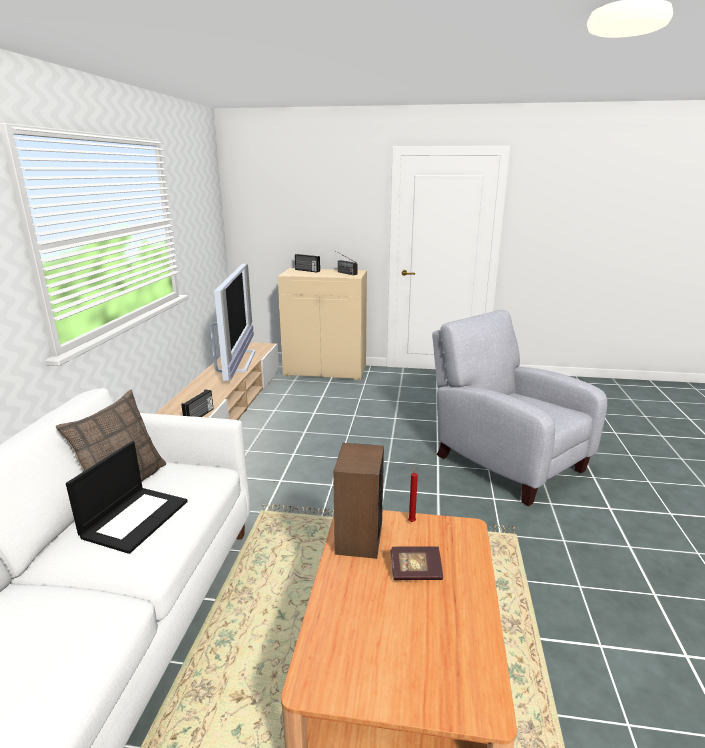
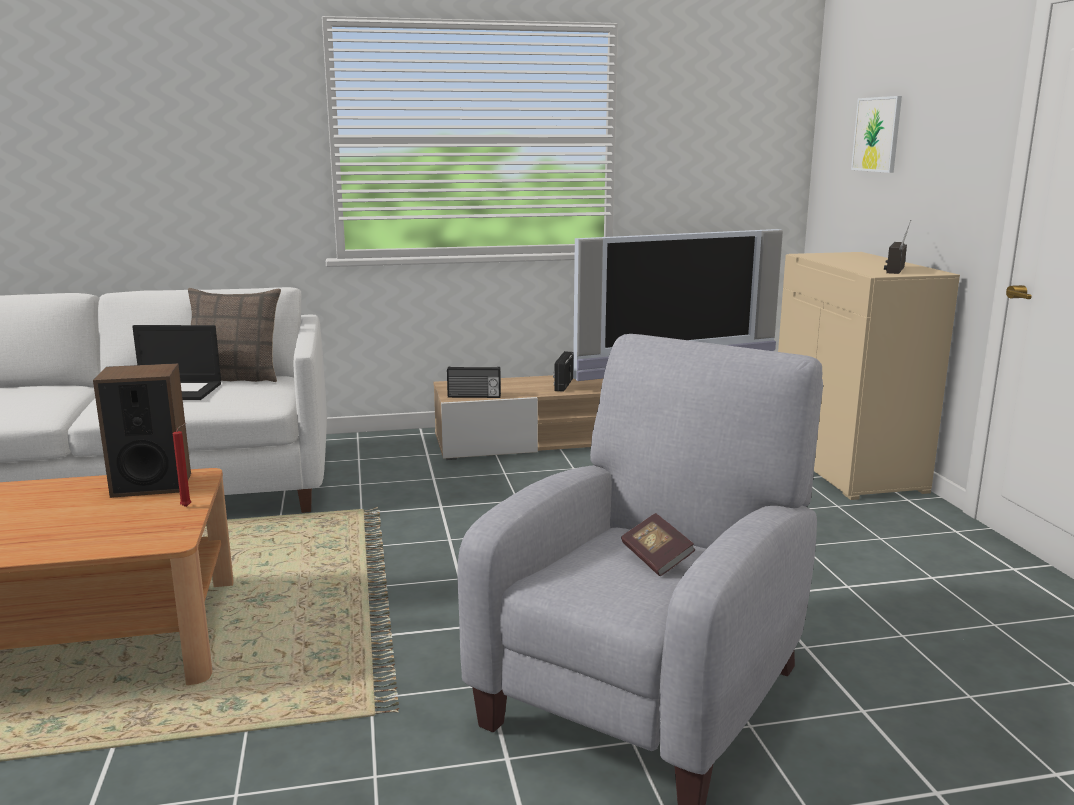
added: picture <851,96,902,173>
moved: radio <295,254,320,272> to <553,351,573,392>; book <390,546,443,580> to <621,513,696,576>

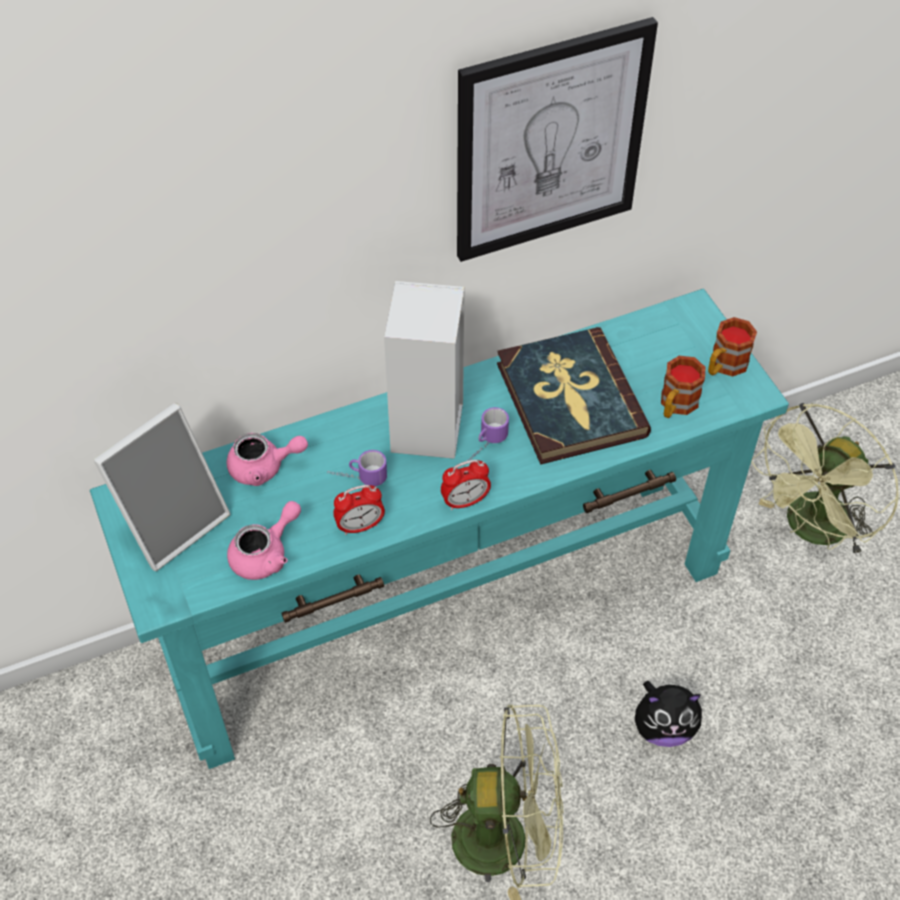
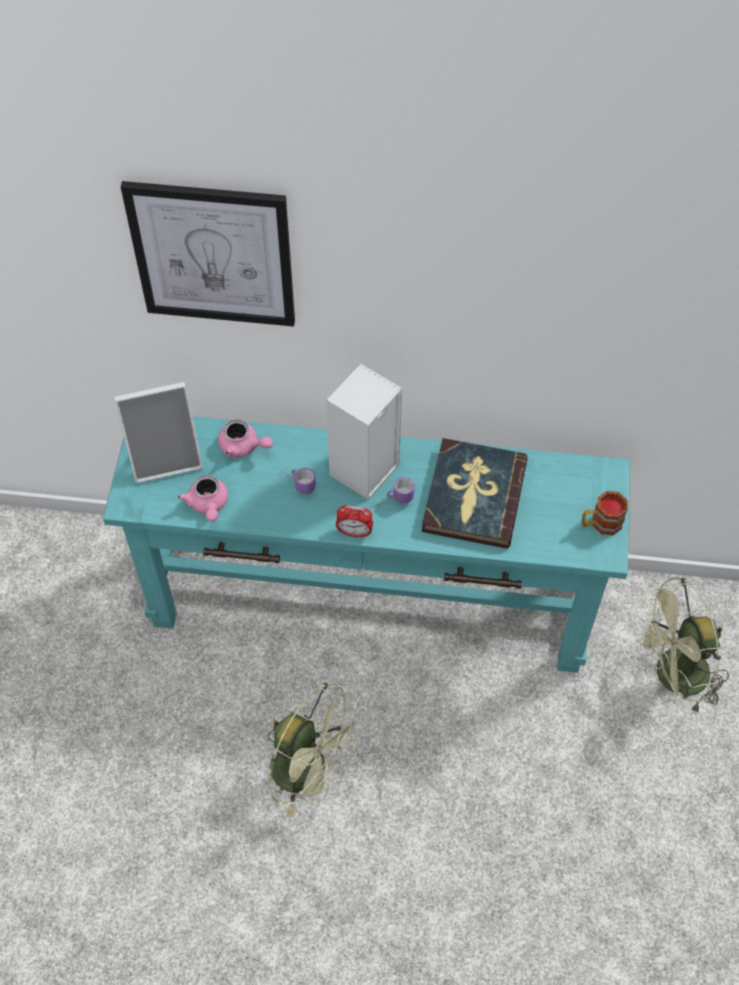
removed: alarm clock <333,485,385,535>; plush toy <635,681,702,747>; mug <661,356,706,418>
moved: picture <457,17,658,262> to <121,181,295,327>
turned: pink teapot <227,501,301,580> = <178,475,228,522> 90 degrees clockwise

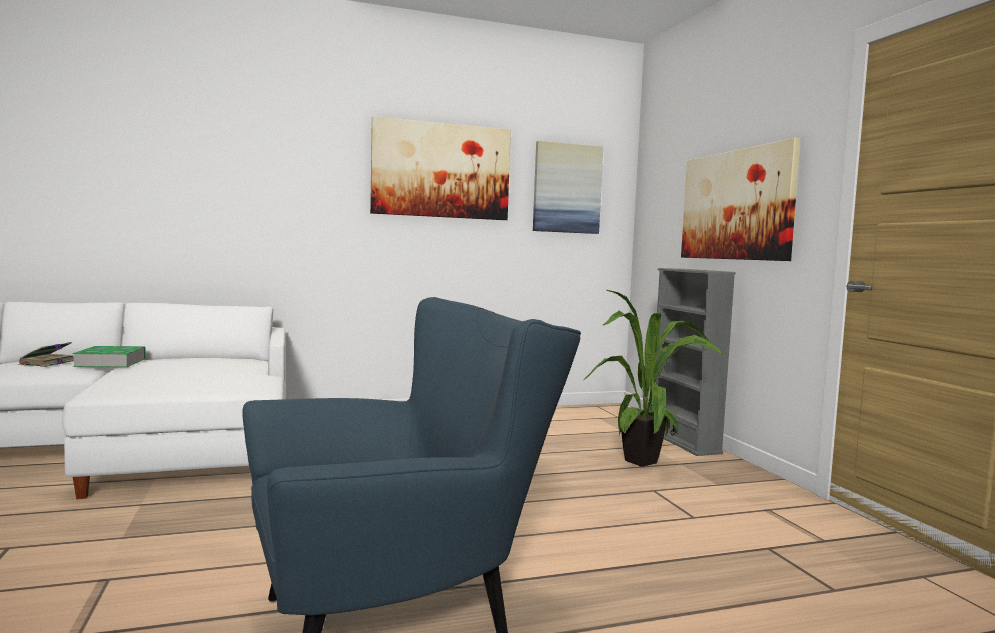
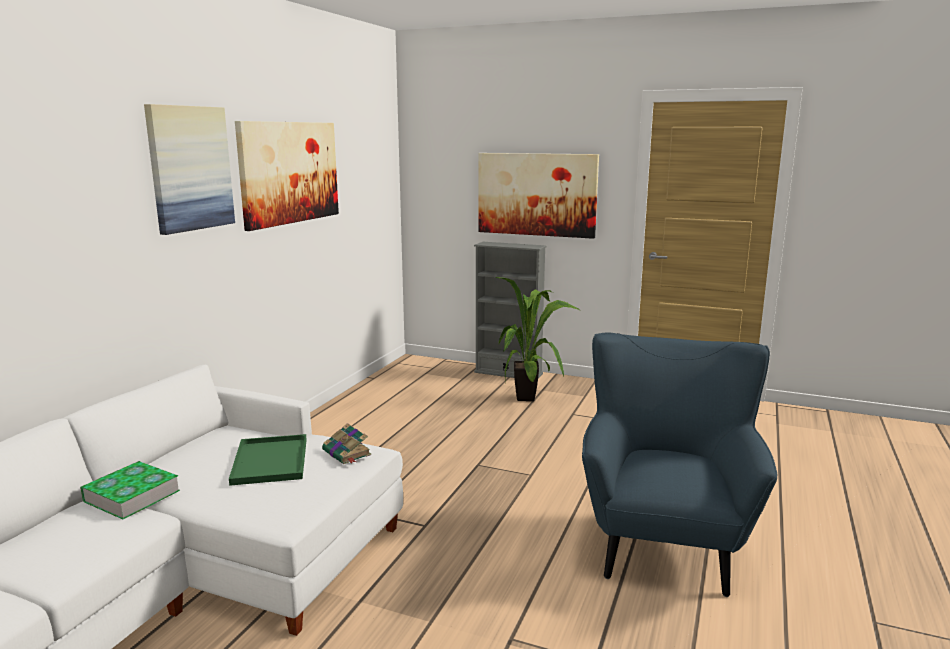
added: green tray <229,434,307,486>
moved: book <18,342,74,367> to <322,423,371,464>; picture <533,141,603,234> to <144,104,235,235>

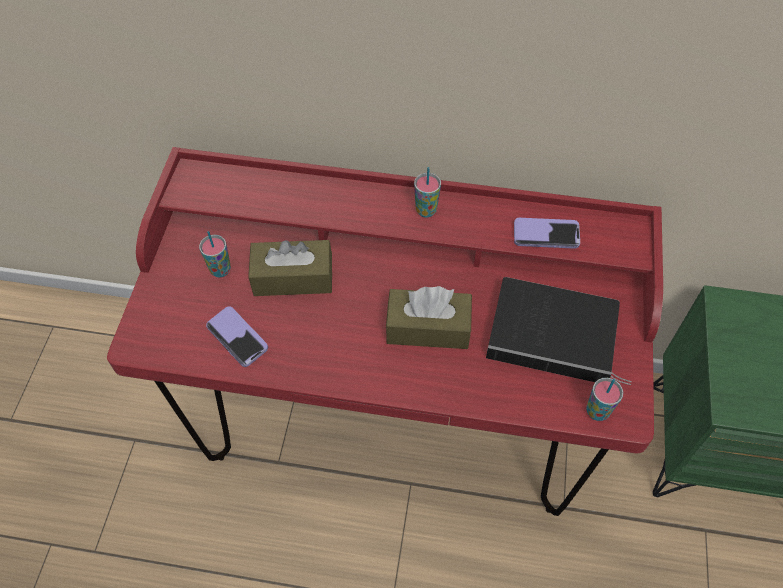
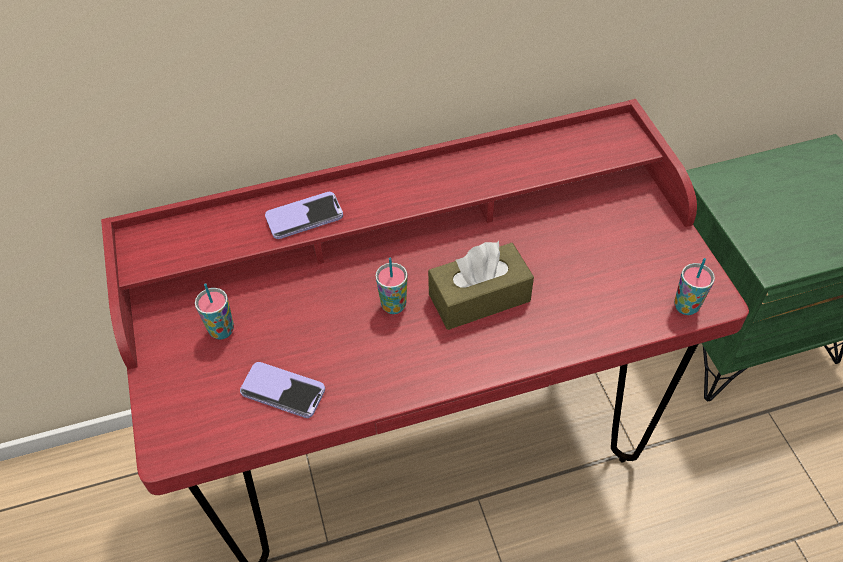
removed: brown tissue box <248,240,332,296>; book <486,277,632,385>
moved: cup <414,167,441,217> to <375,258,408,314>; phone <514,218,580,249> to <265,192,343,239>

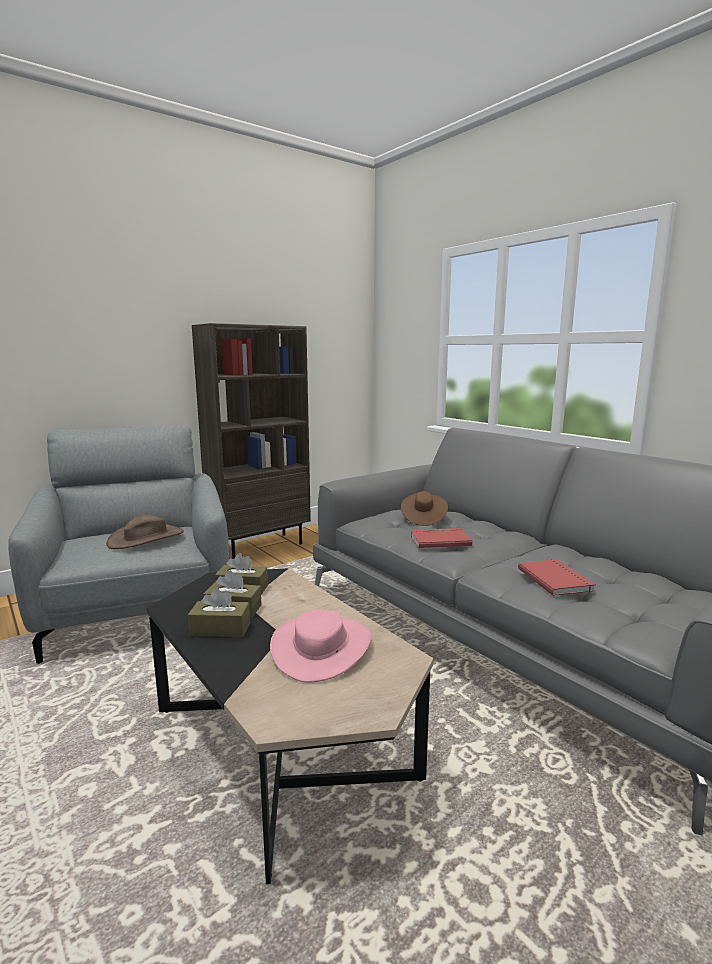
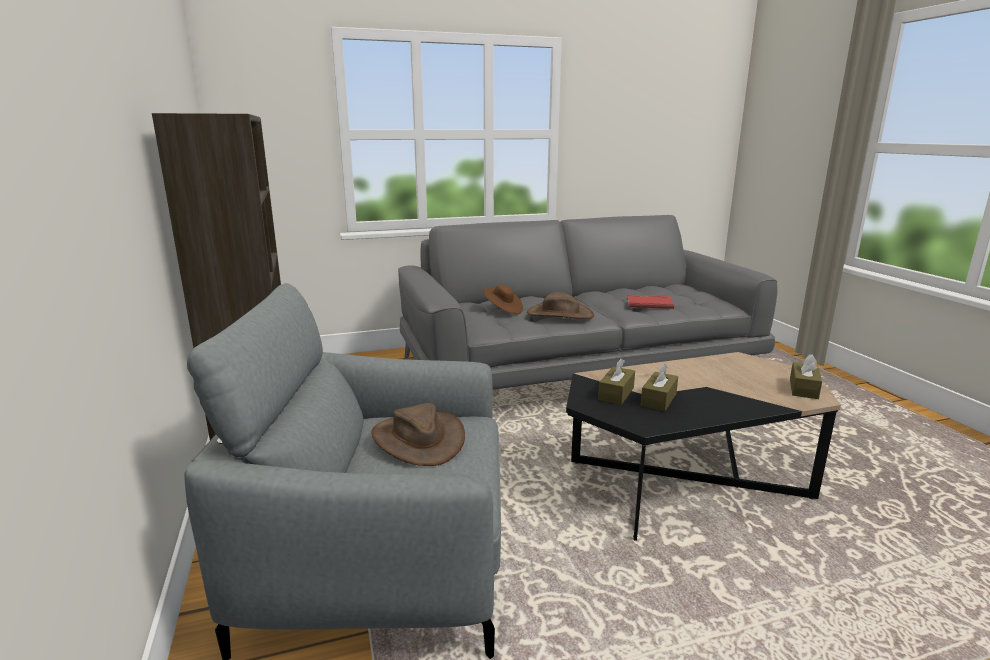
removed: pink hat <270,609,371,683>
moved: brown tissue box <188,588,250,637> to <790,354,822,399>
replaced: red book <411,528,472,548> to brown hat <527,292,594,319>

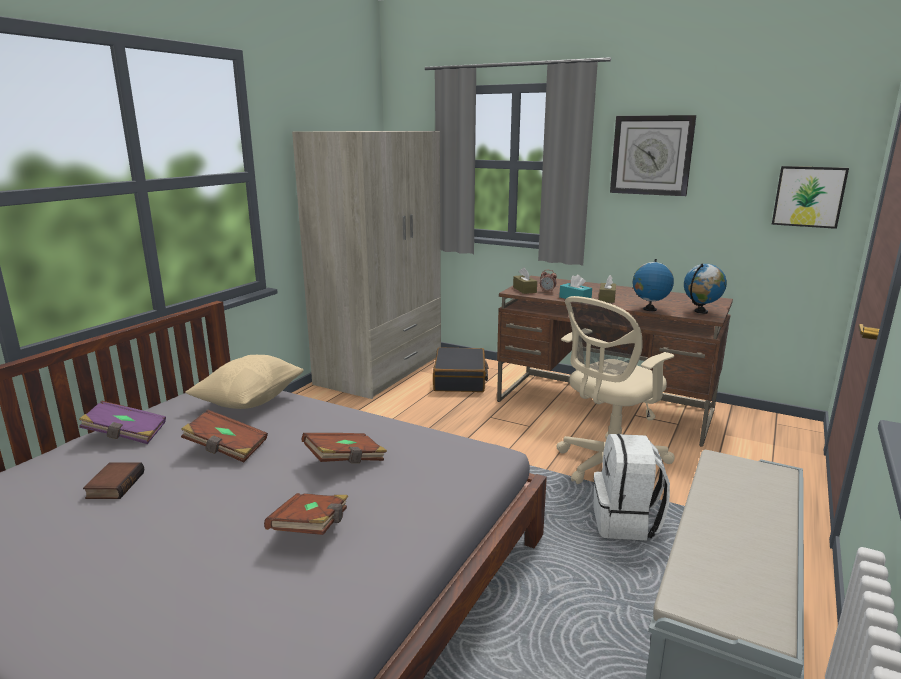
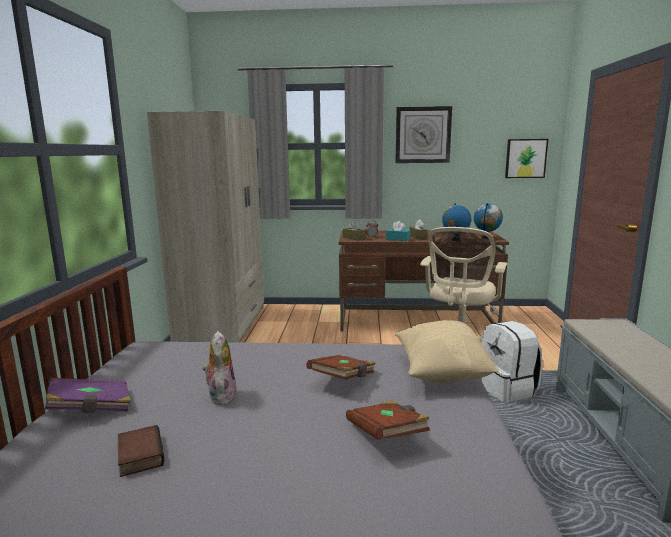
removed: black suitcase <433,347,489,392>
moved: beige pillow <185,355,304,409> to <395,320,499,383>
replaced: brown book <181,410,268,463> to plush toy <203,331,237,405>

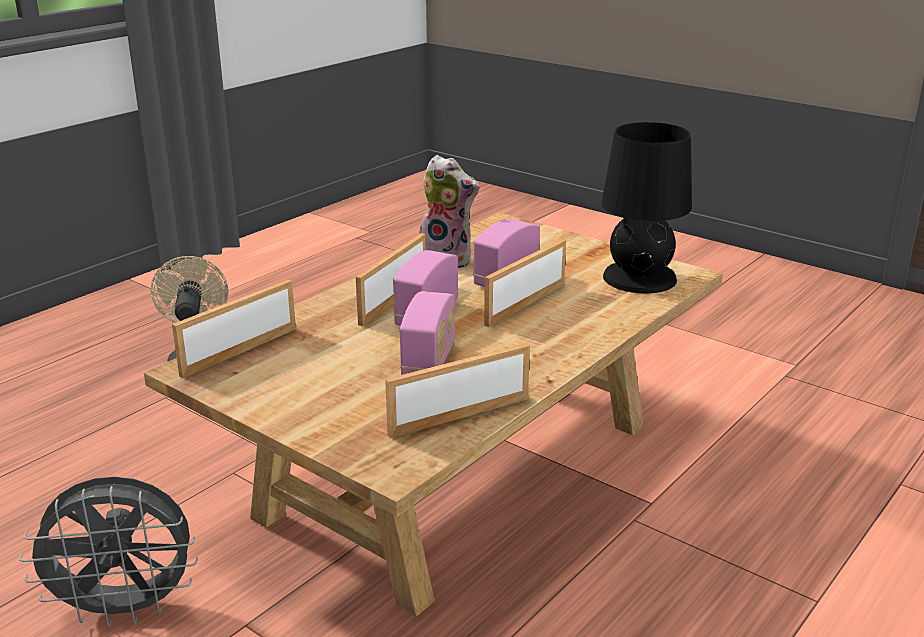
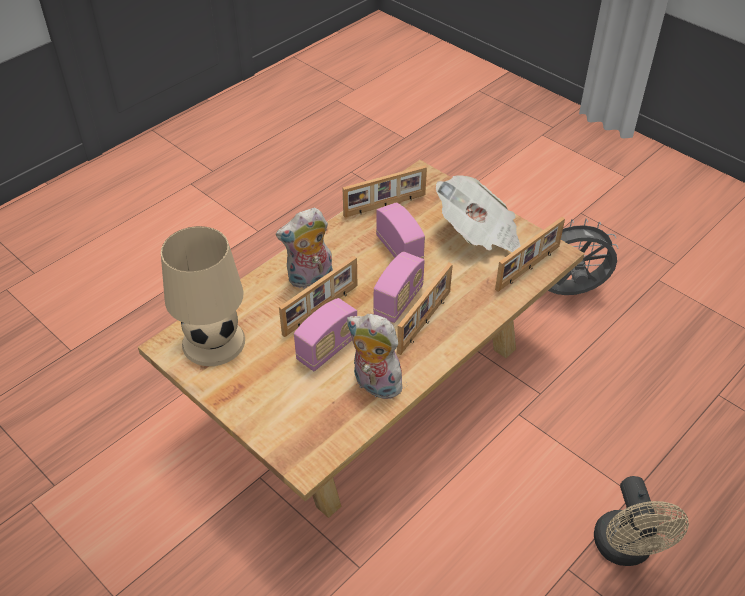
added: plush toy <276,208,333,289>; newspaper <436,175,521,252>
recoloured: black table lamp <601,122,692,293> to beige table lamp <161,226,245,366>
turned: radio <400,291,456,375> = <376,202,425,259> 135 degrees clockwise

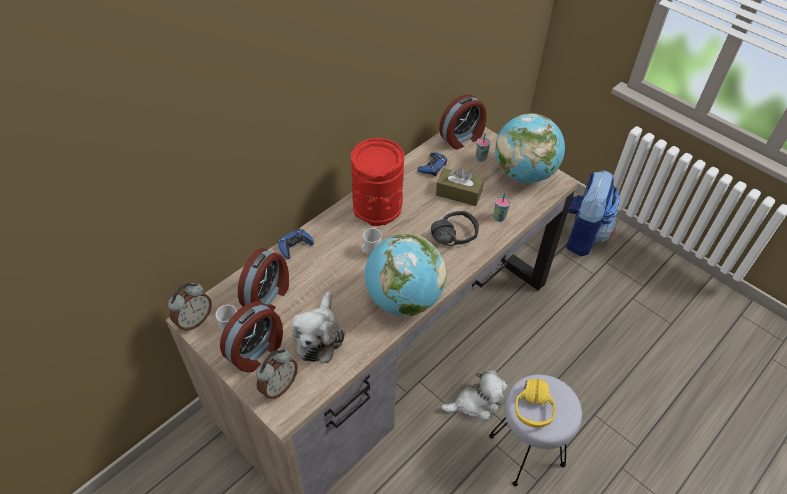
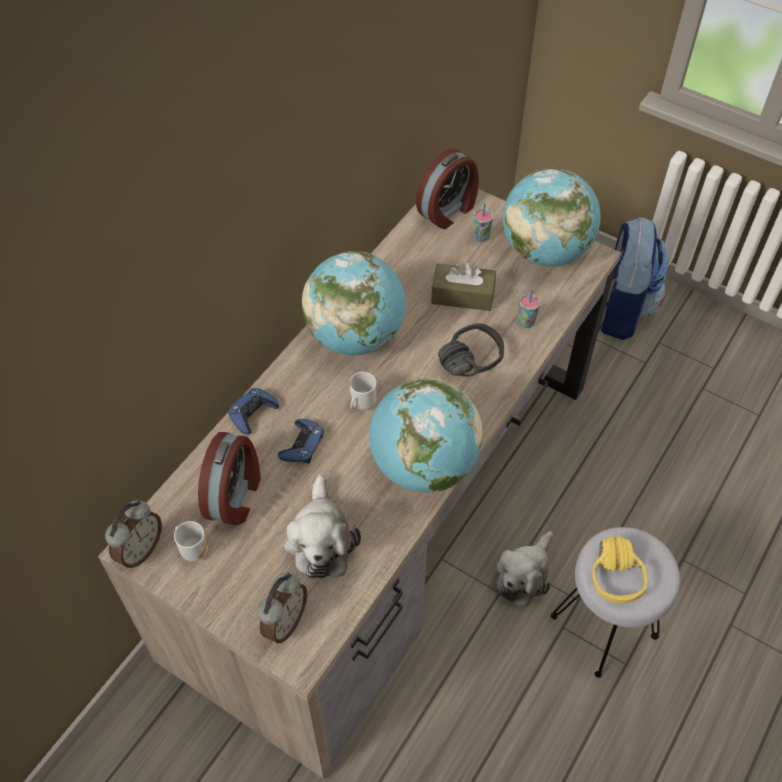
removed: alarm clock <220,301,283,372>
moved: blue game controller <417,152,447,176> to <278,419,324,463>
replaced: red vase <351,138,404,226> to globe <302,251,406,355>
turned: plush toy <440,370,508,421> = <496,531,553,608> 150 degrees clockwise

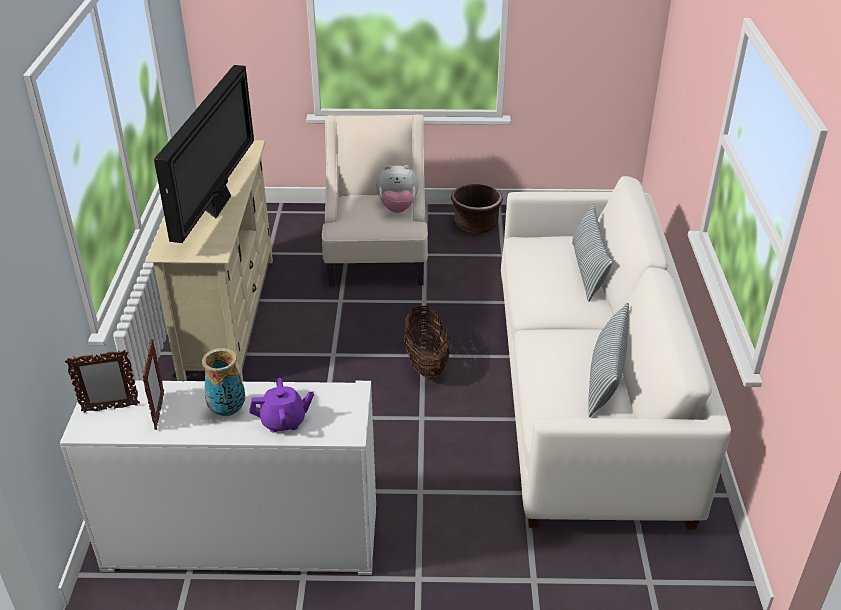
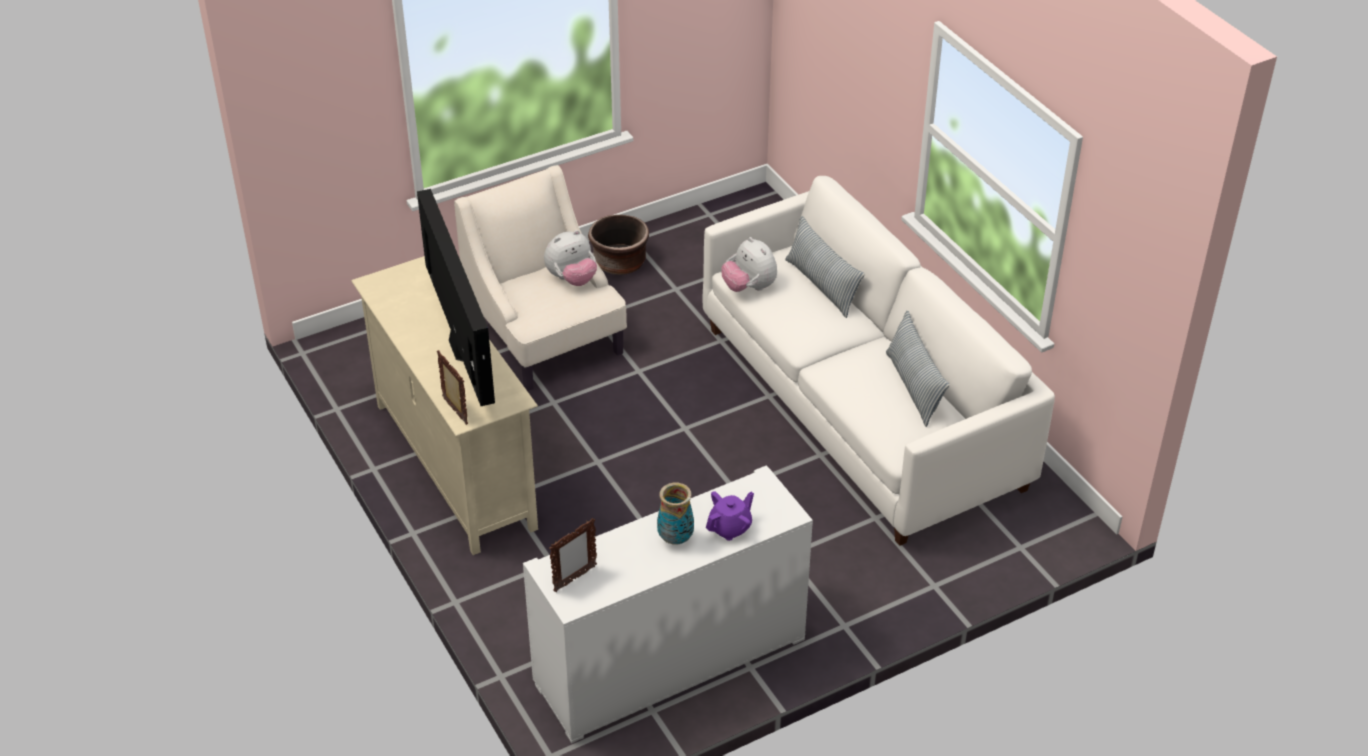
removed: basket <404,306,450,377>
added: plush toy <721,237,777,292>
moved: picture frame <143,339,164,430> to <437,350,468,425>

